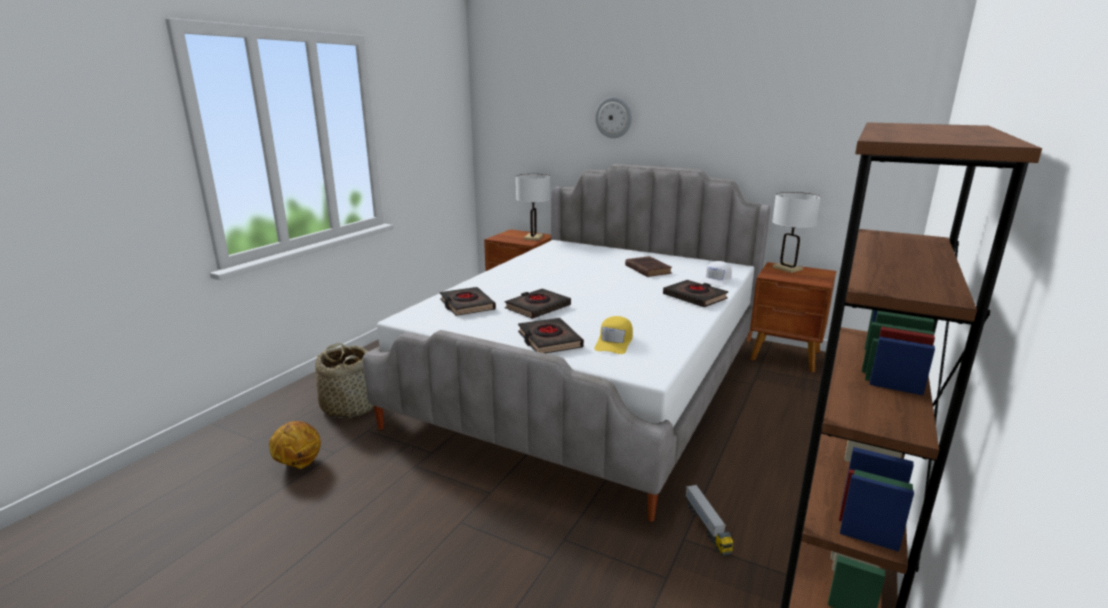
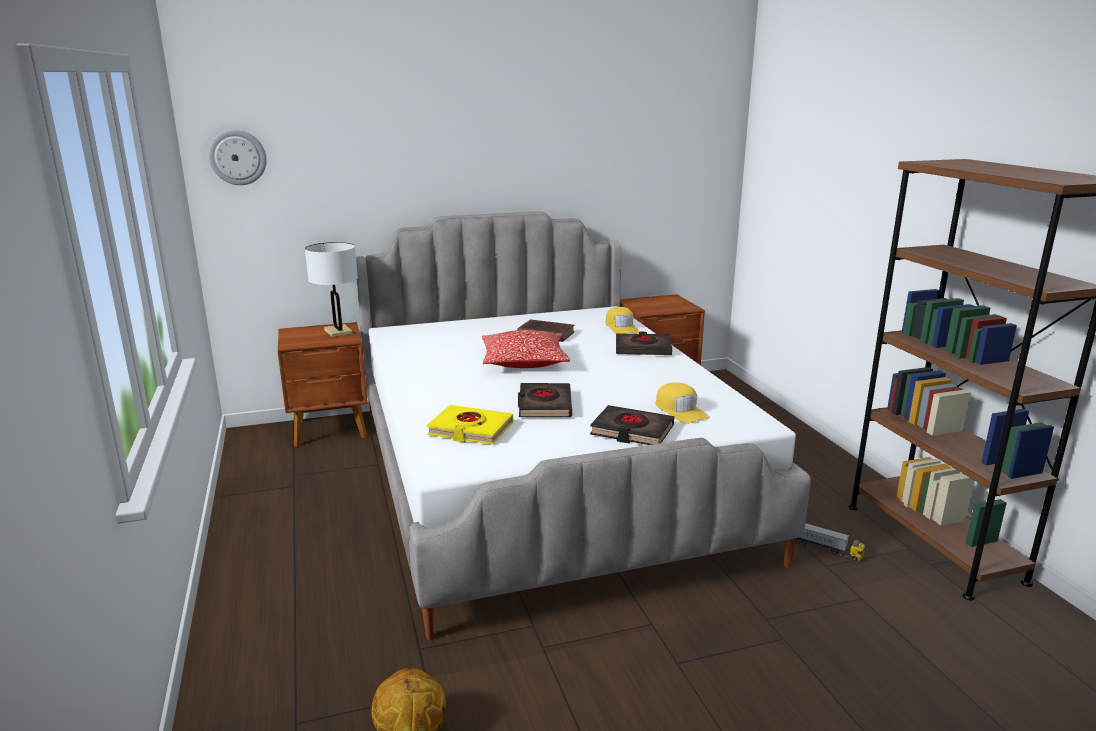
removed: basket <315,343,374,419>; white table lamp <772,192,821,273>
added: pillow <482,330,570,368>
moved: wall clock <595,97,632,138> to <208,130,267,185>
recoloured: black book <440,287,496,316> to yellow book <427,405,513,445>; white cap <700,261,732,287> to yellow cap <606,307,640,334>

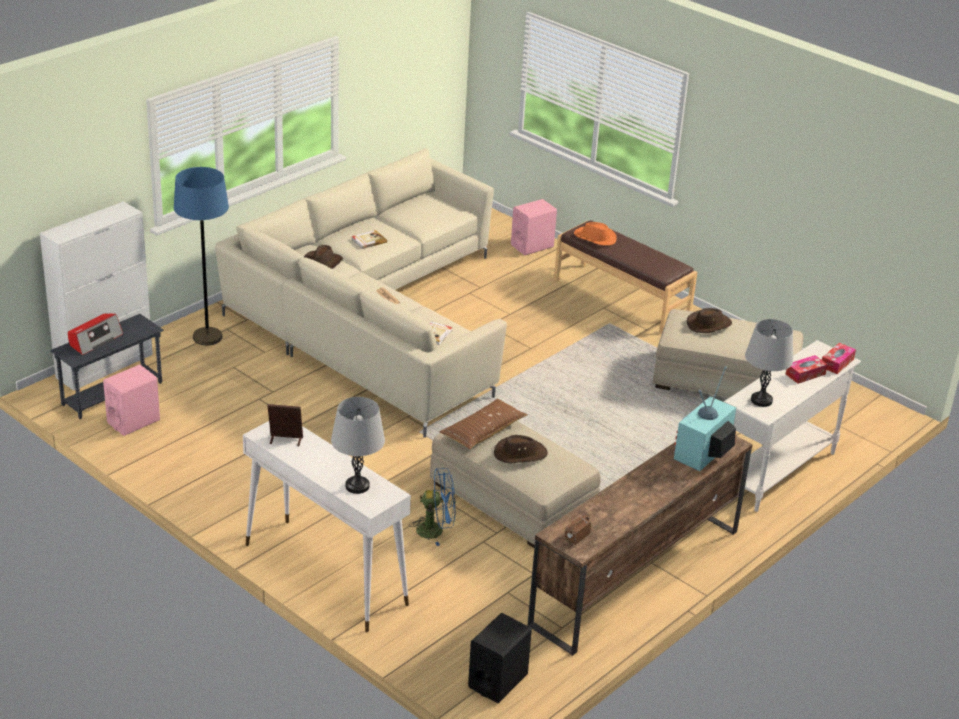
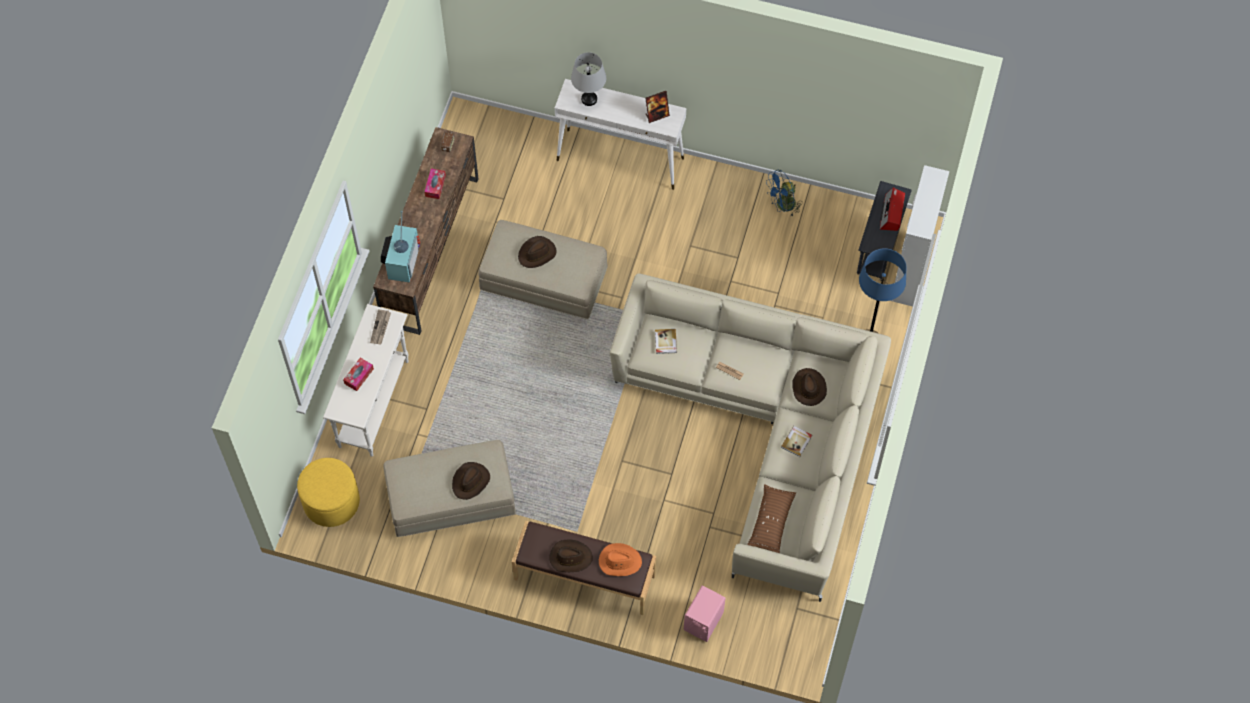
removed: pink speaker <103,365,160,436>; black speaker <468,613,532,703>
added: yellow ottoman <297,458,360,527>; brown hat <549,539,593,572>
moved: blue fan <409,468,456,546> to <766,170,801,216>; brown pillow <440,399,528,449> to <747,484,796,553>; tissue box <822,343,856,374> to <424,168,446,199>
replaced: grey table lamp <745,319,793,407> to newspaper <370,309,391,344>

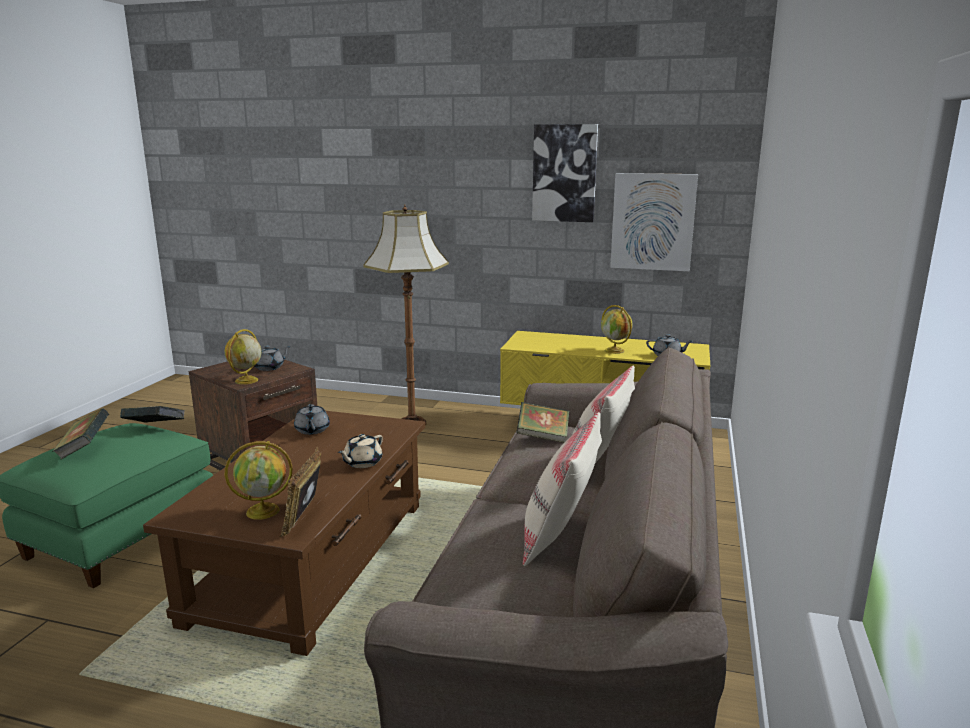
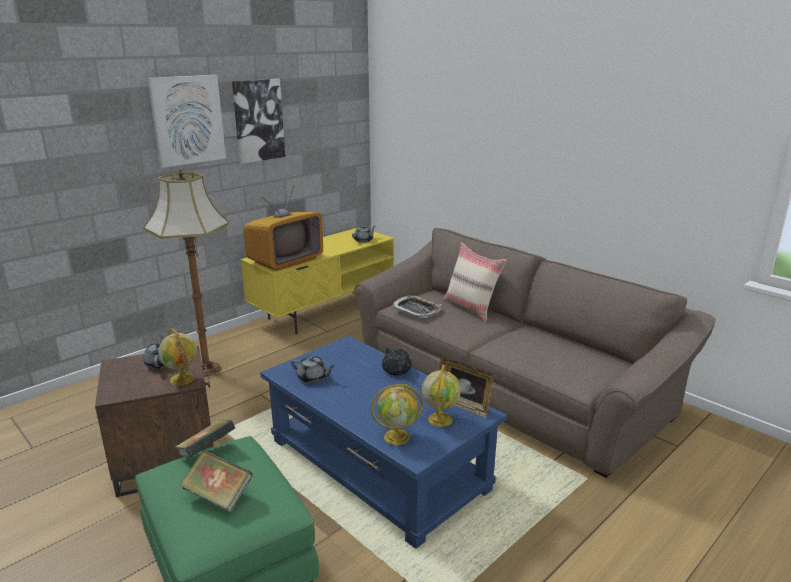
removed: beige pillow <523,412,602,566>
added: television <243,186,323,271>
moved: globe <601,305,633,354> to <371,384,423,445>; picture <610,173,698,271> to <147,75,226,168>
replaced: book <516,402,569,443> to tray <392,295,442,318>
recoloured: brown coffee table <143,411,425,656> to blue coffee table <260,336,507,549>; beige teapot <338,434,383,468> to black teapot <382,348,412,375>

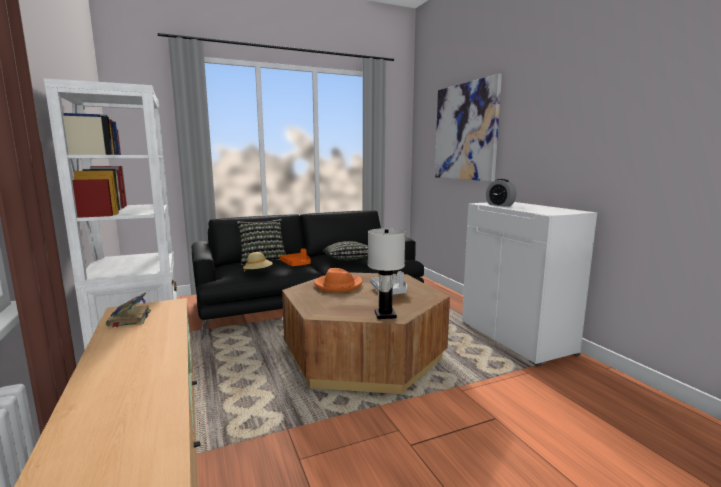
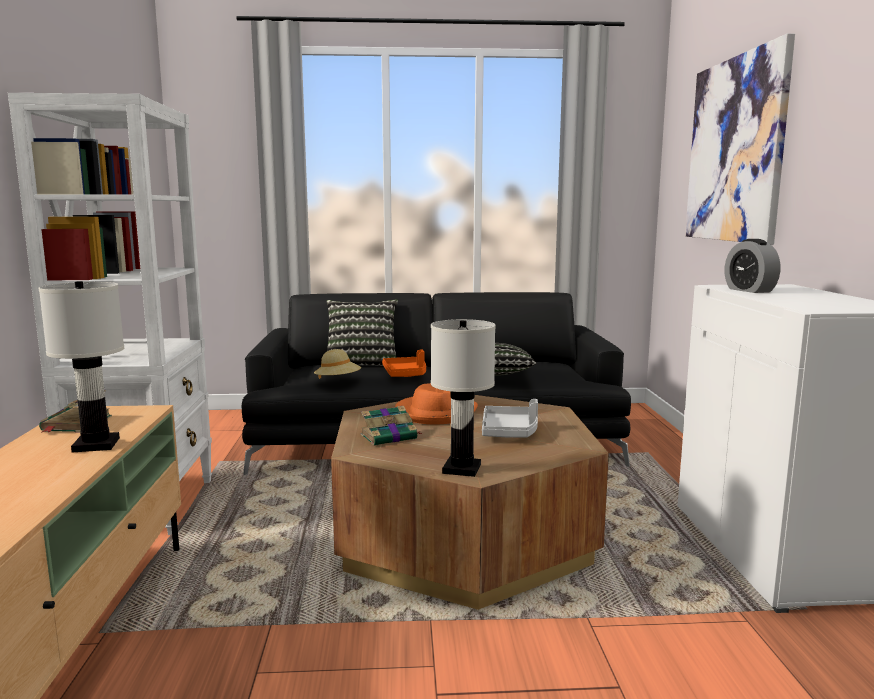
added: white table lamp <39,281,124,453>; book <361,406,423,446>

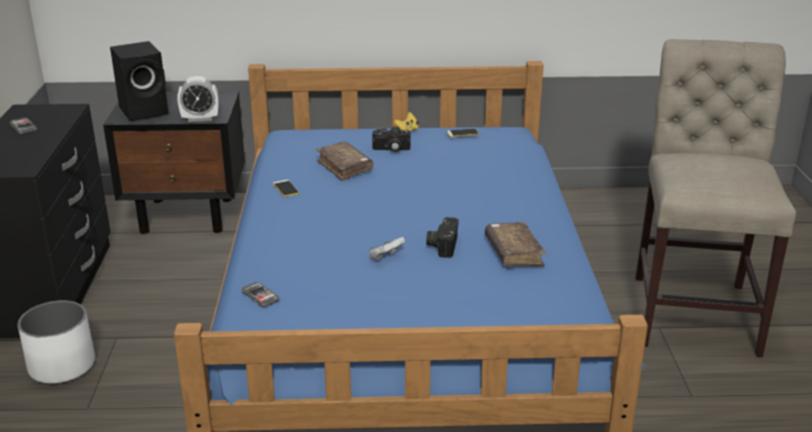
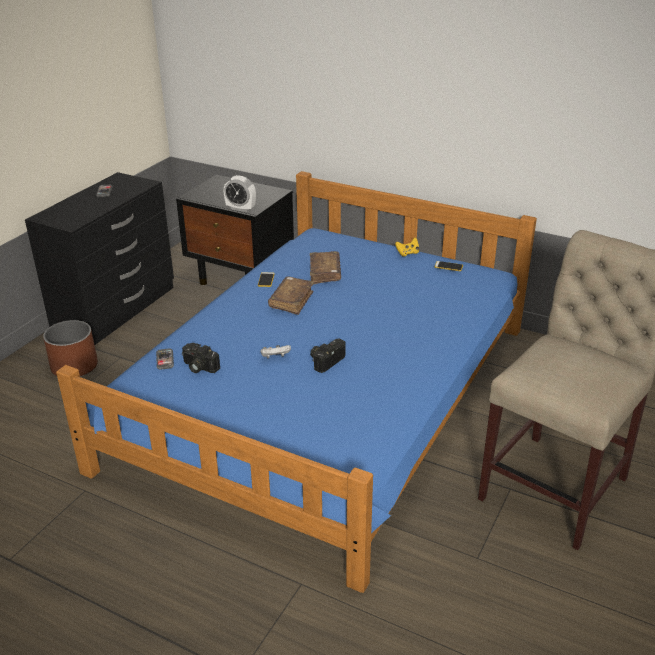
removed: black speaker <110,41,169,121>
moved: photo camera <372,127,411,152> to <182,343,220,373>; brown book <485,222,547,267> to <268,276,314,315>
recoloured: white planter <18,301,95,384> to brown planter <43,320,98,377>

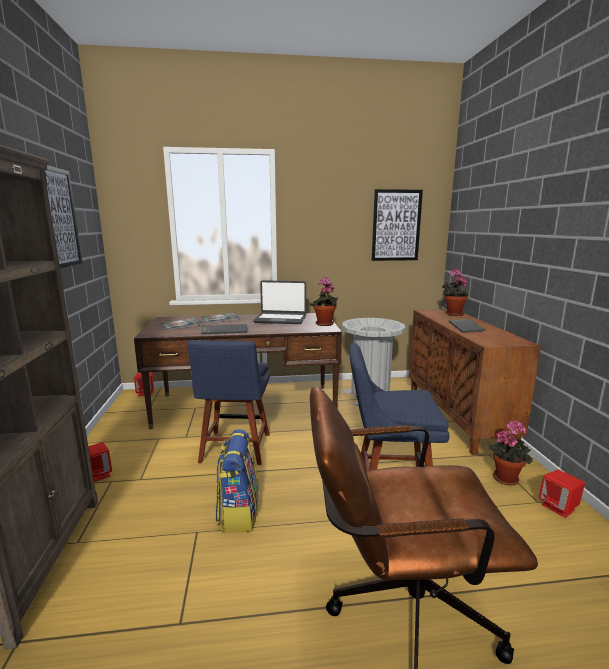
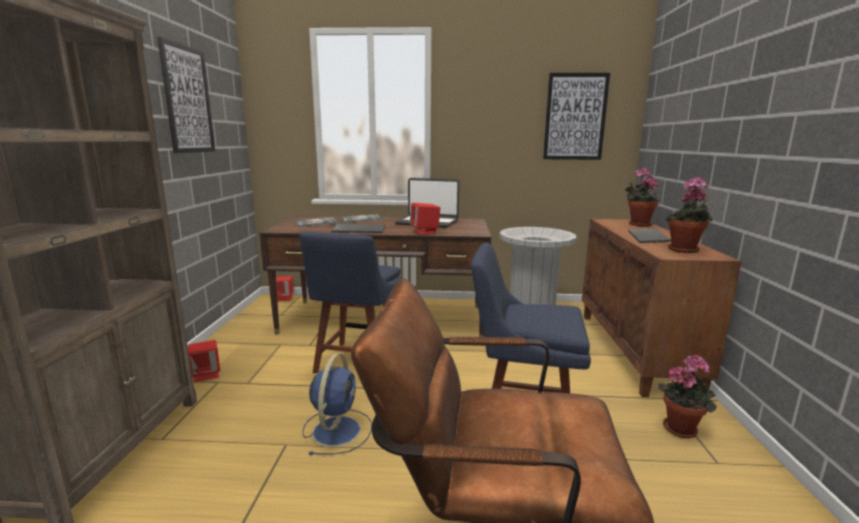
moved: potted plant <311,278,338,326> to <666,177,713,253>; red speaker <539,470,585,518> to <410,203,440,235>
replaced: backpack <215,429,259,533> to blue fan <303,353,372,455>

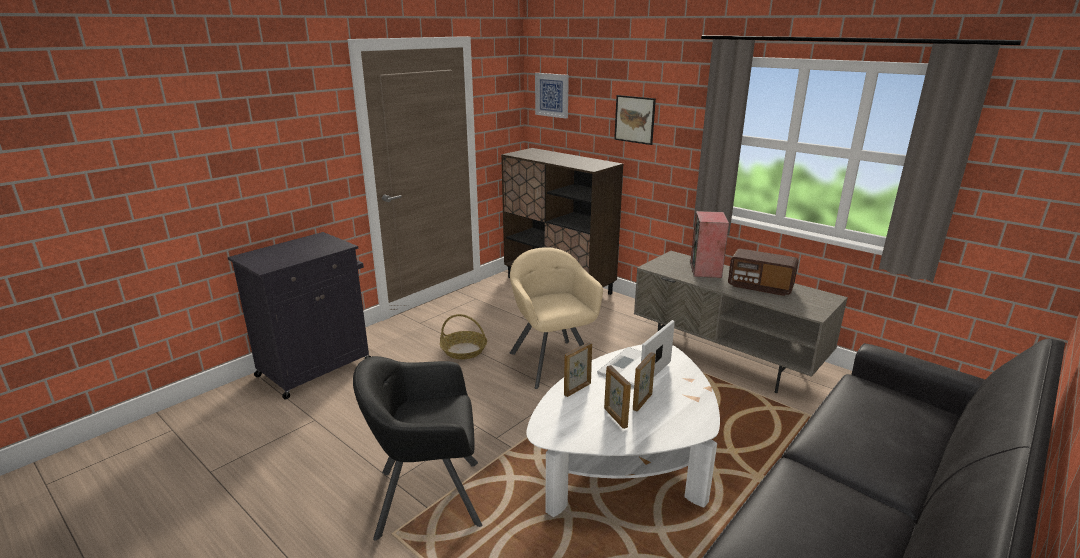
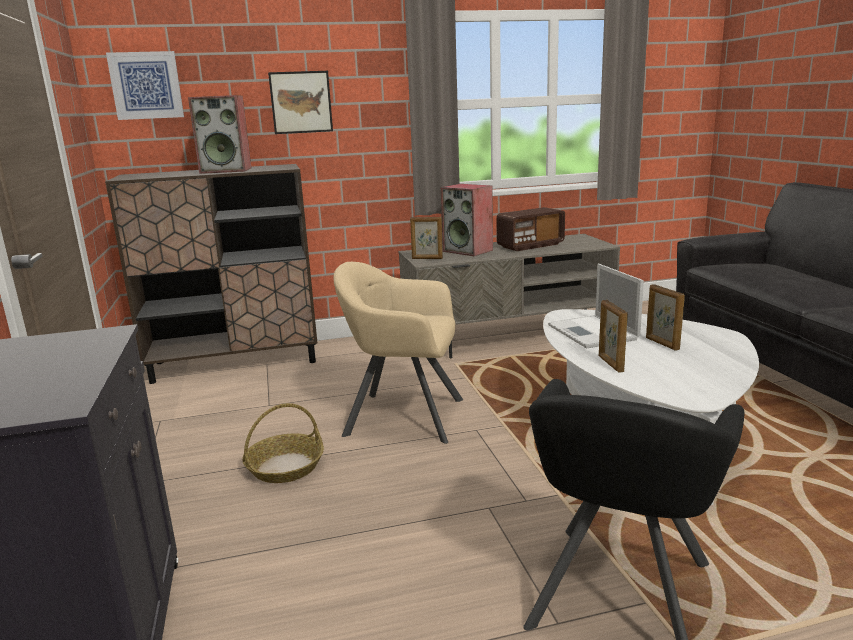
added: speaker <188,95,251,174>
moved: picture frame <604,365,631,429> to <410,217,443,259>

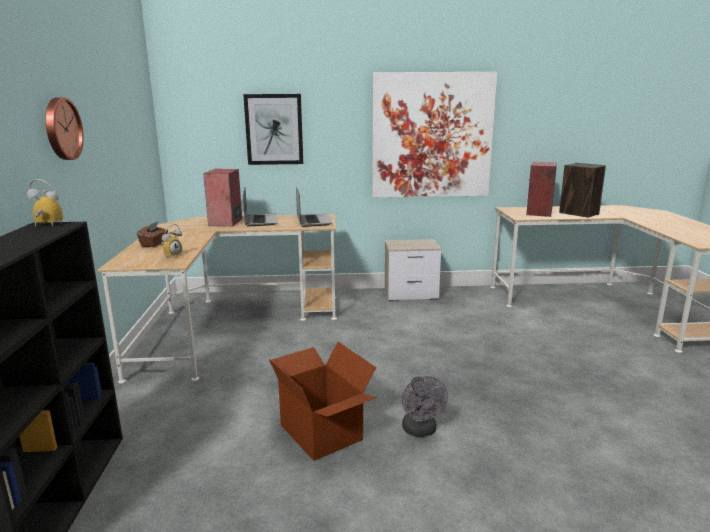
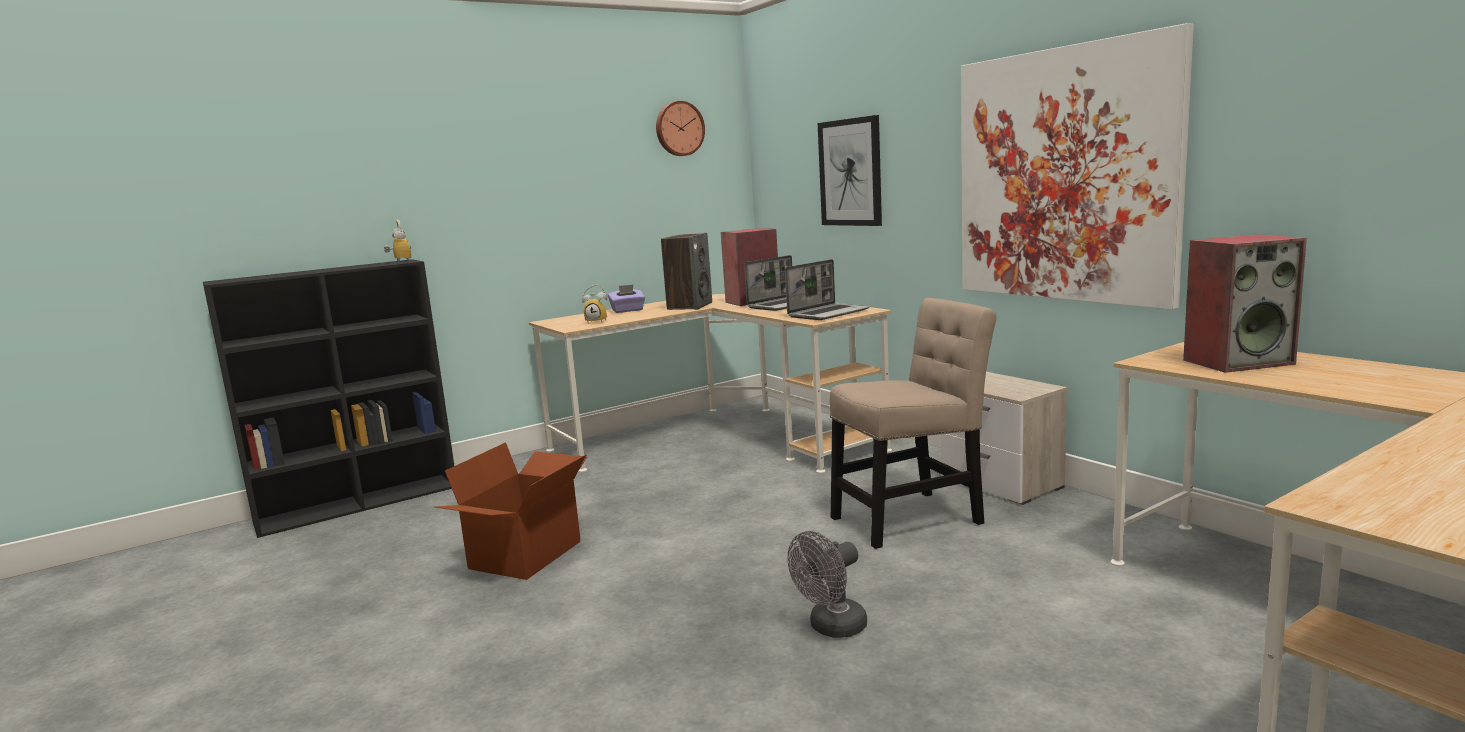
added: beige chair <830,298,997,549>
moved: wall clock <46,97,84,160> to <656,101,705,156>; grey fan <402,376,448,437> to <787,531,867,638>; speaker <559,163,606,218> to <661,233,712,310>
recoloured: brown tissue box <137,222,168,247> to purple tissue box <608,285,645,313>

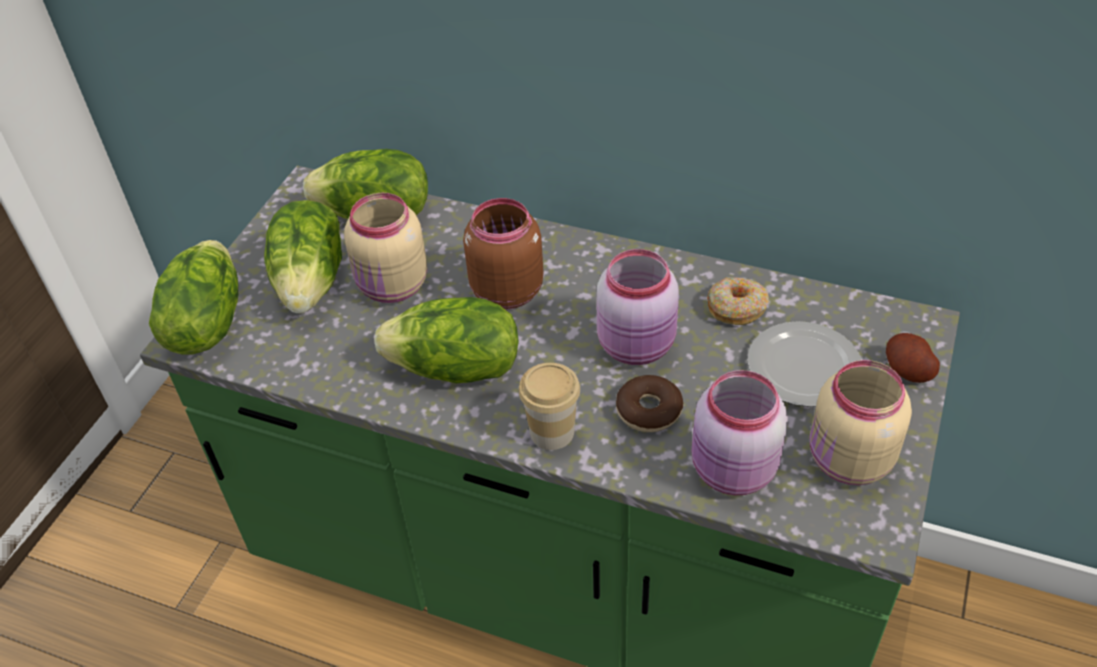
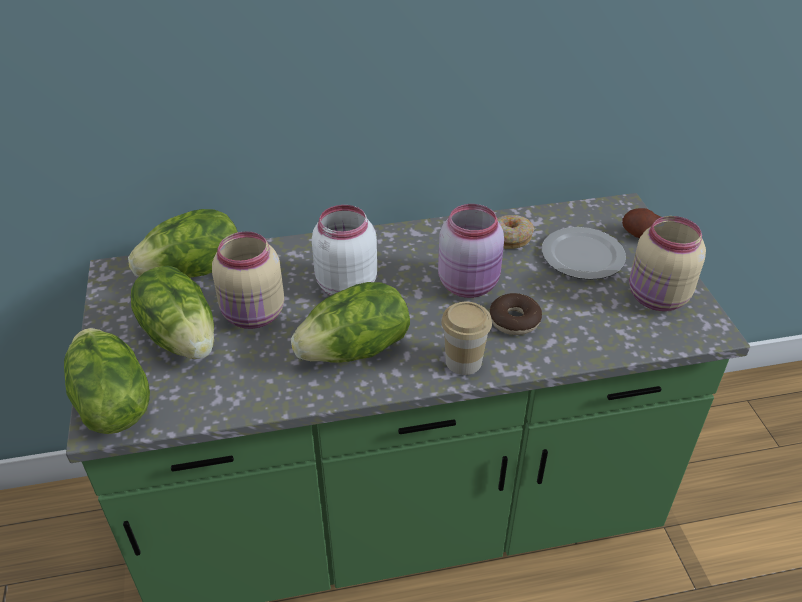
removed: pink jar <692,370,788,495>
recoloured: brown jar <463,198,543,309> to white jar <312,205,377,295>

